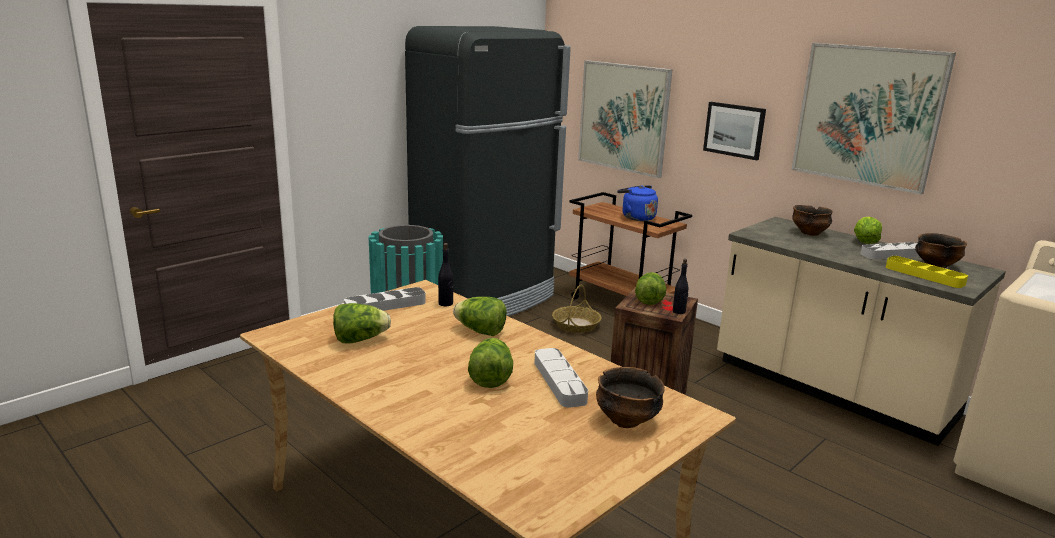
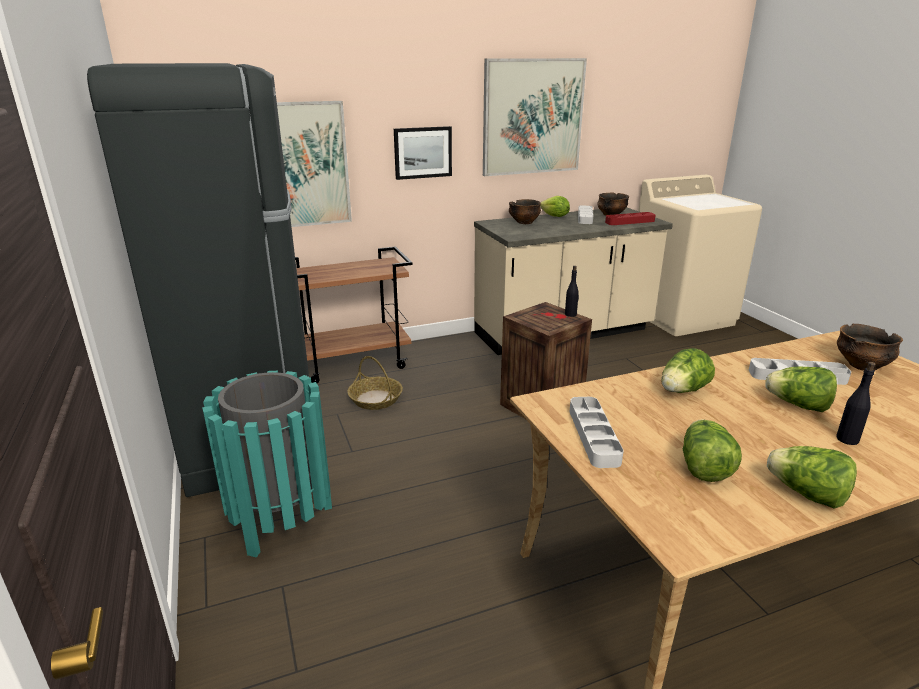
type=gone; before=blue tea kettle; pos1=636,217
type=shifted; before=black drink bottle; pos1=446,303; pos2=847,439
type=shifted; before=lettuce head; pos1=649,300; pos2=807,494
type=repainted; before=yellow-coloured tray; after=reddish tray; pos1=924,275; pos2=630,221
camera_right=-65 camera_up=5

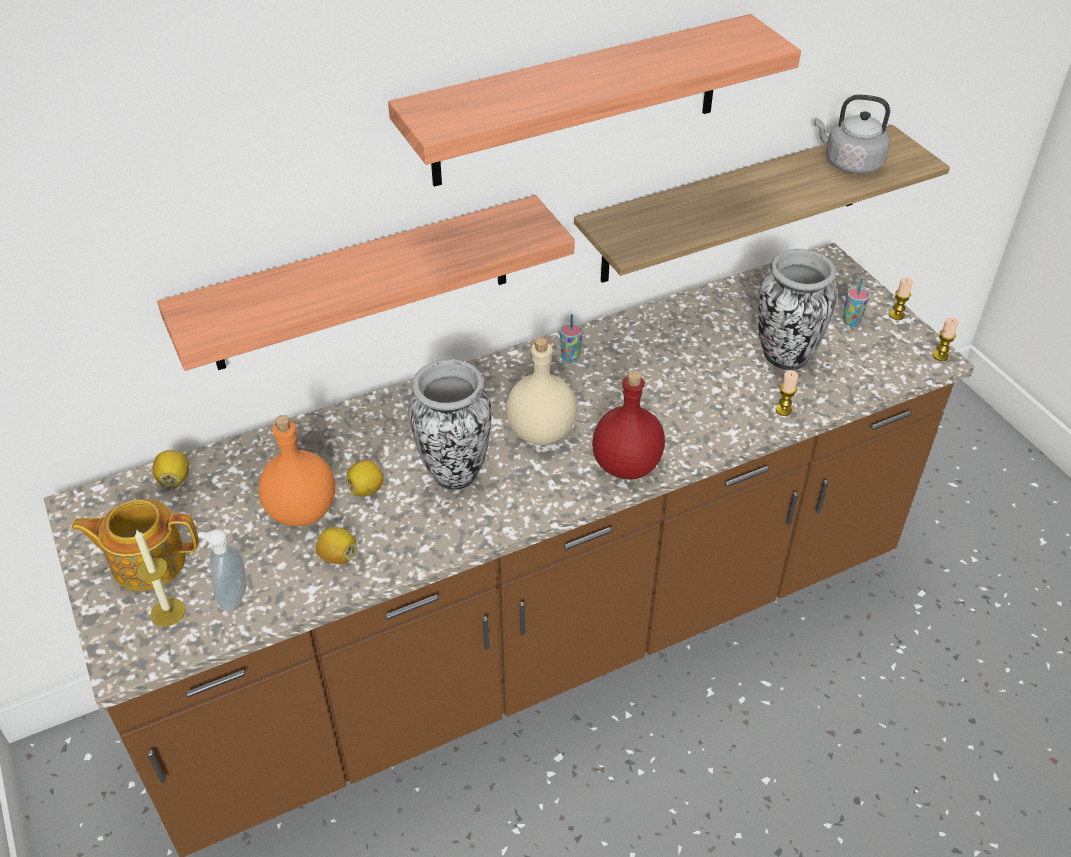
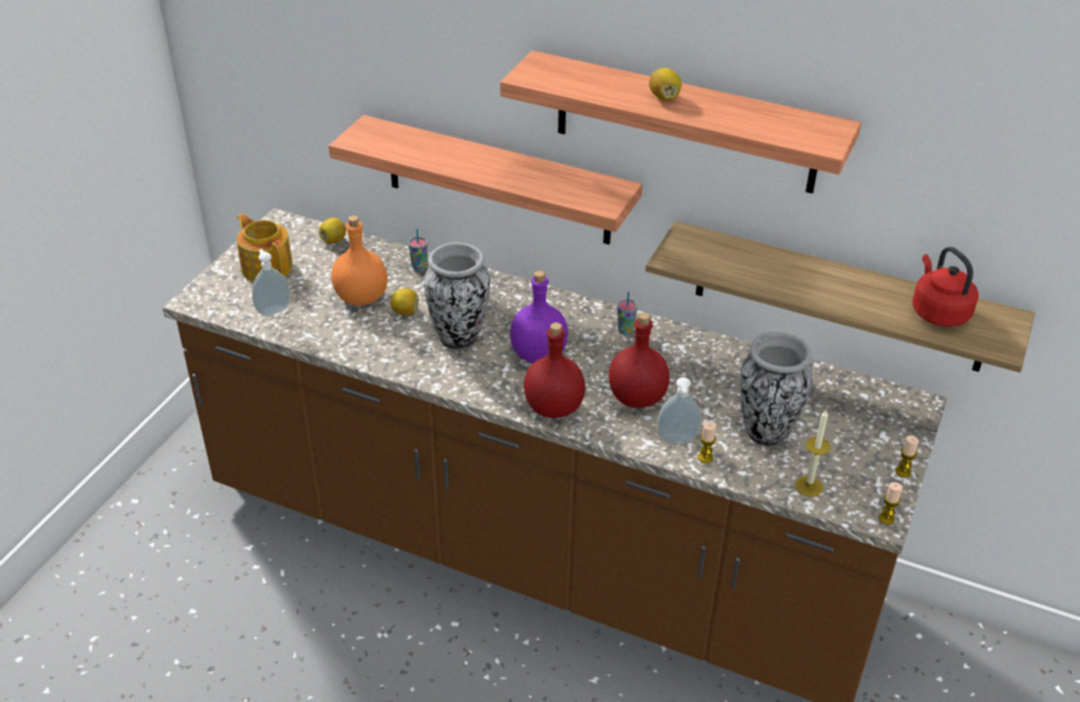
type=new; after=reddish drink bottle; pos2=638,398
type=new; after=liquid soap bottle; pos2=677,440
type=shifted; before=wax candle; pos1=168,612; pos2=809,486
type=shifted; before=lemon; pos1=338,556; pos2=664,97
type=shifted; before=cup; pos1=851,321; pos2=419,267
type=repainted; before=beige drink bottle; after=purple-coloured drink bottle; pos1=540,432; pos2=537,354
type=repainted; before=gray tea kettle; after=reddish tea kettle; pos1=849,163; pos2=938,312
camera_right=50 camera_up=-5

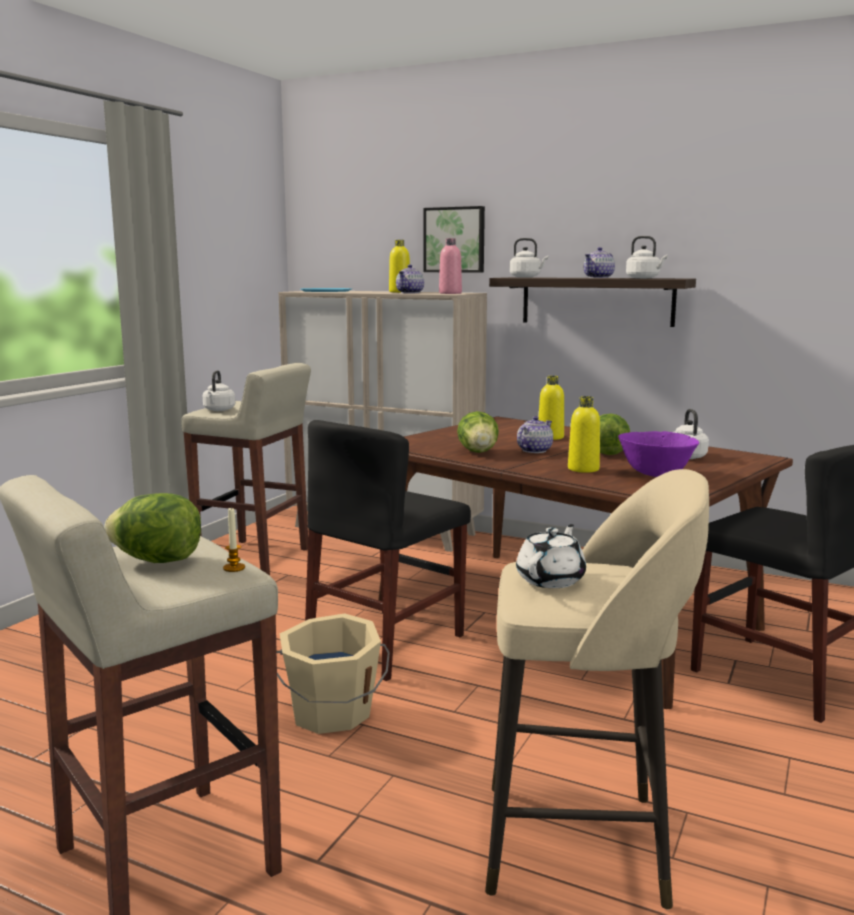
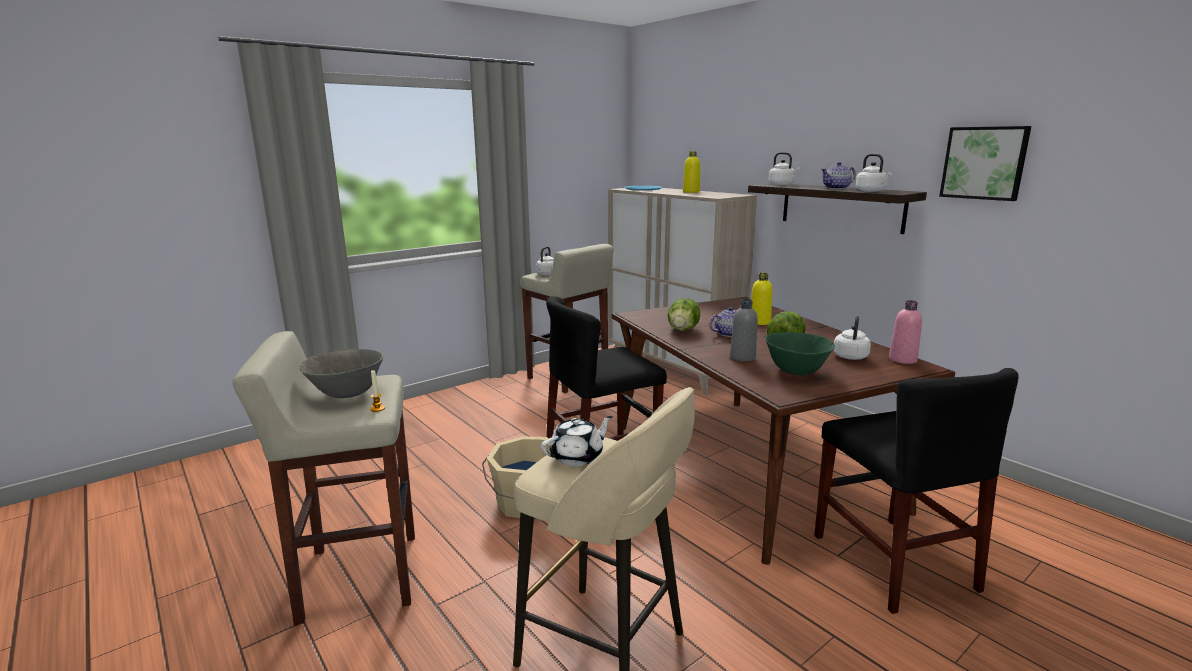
type=gone; before=pot for tea; pos1=410,293
type=shifted; before=picture; pos1=455,240; pos2=984,163
type=shifted; before=pink drink bottle; pos1=450,293; pos2=902,359
type=swapped; before=lettuce head; after=gray deep dish; pos1=157,560; pos2=347,394
type=repainted; before=yellow-coloured drink bottle; after=gray drink bottle; pos1=583,469; pos2=742,357
type=repainted; before=purple-coloured deep dish; after=green-coloured deep dish; pos1=655,474; pos2=796,371
camera_right=25 camera_up=5

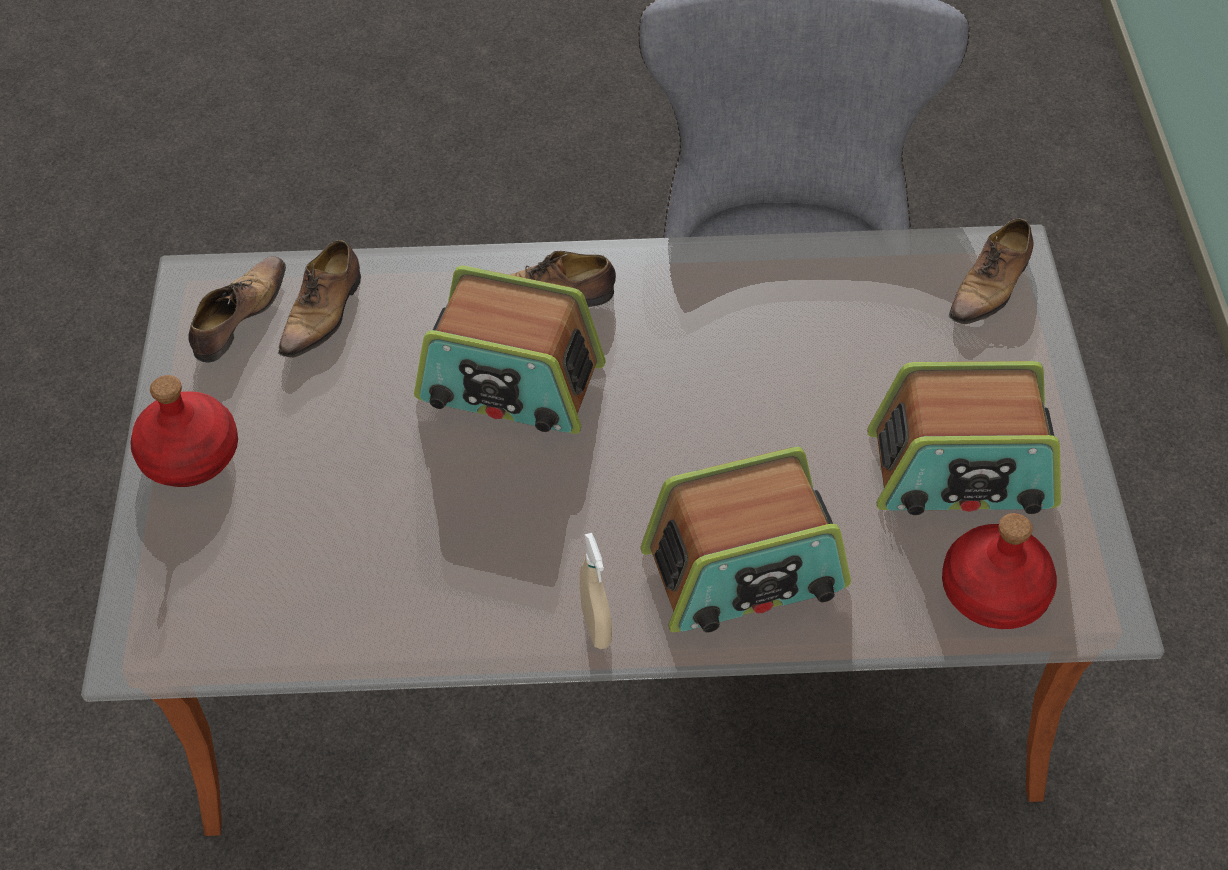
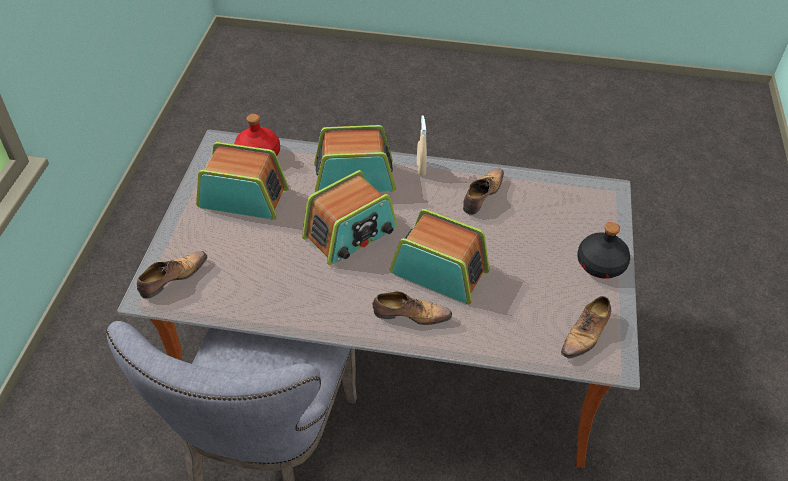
type=new; after=radio; pos2=350,233
type=shifted; before=shoe; pos1=324,313; pos2=482,195
type=repainted; before=reddish drink bottle; after=black drink bottle; pos1=190,454; pos2=601,264
camera_right=-170 camera_up=-5

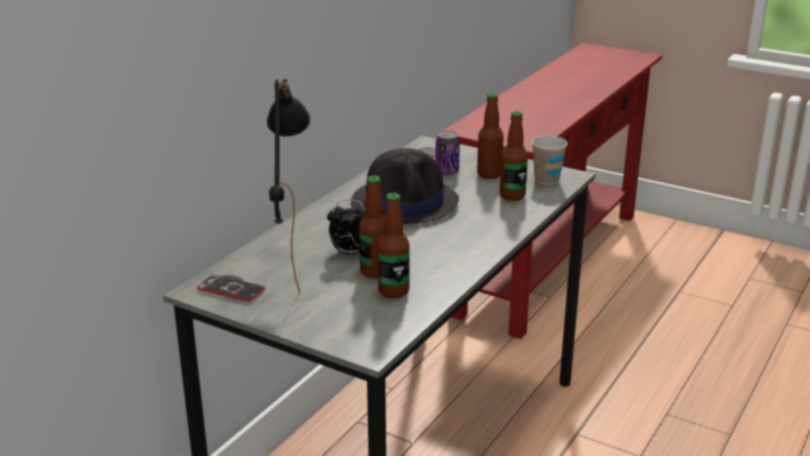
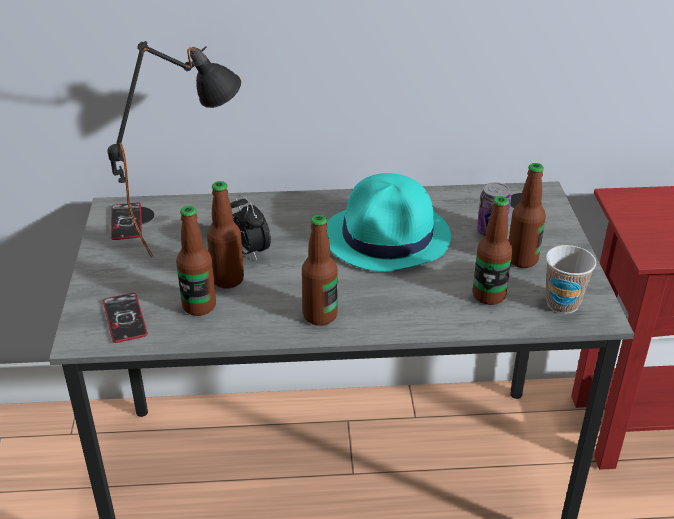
type=new; after=telephone; pos2=125,318
type=new; after=drink bottle; pos2=320,316
type=repainted; before=black clothing hat; after=turquoise clothing hat; pos1=405,203; pos2=388,237
camera_right=55 camera_up=10

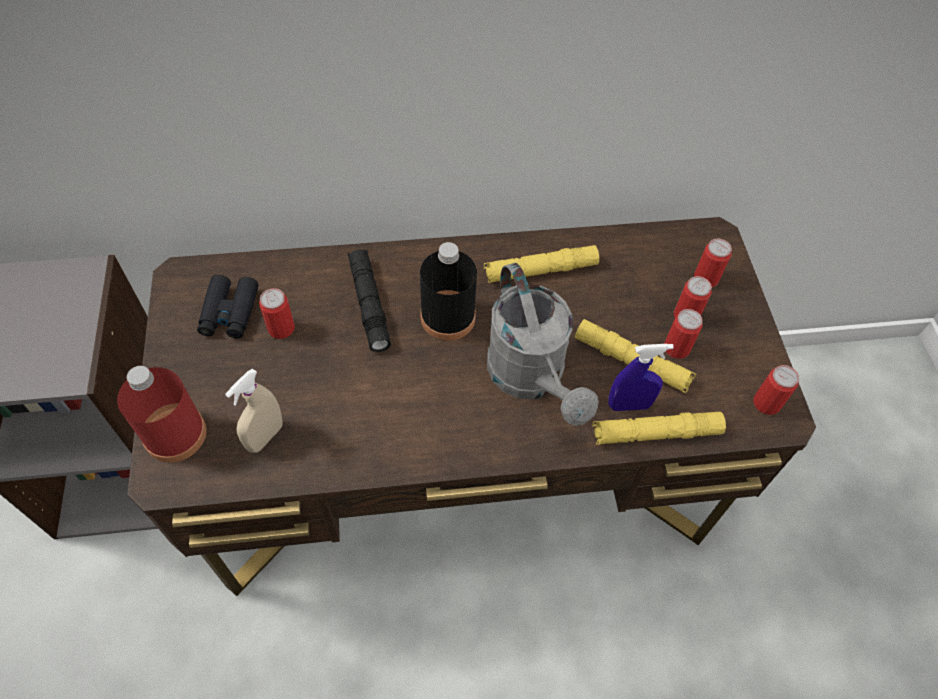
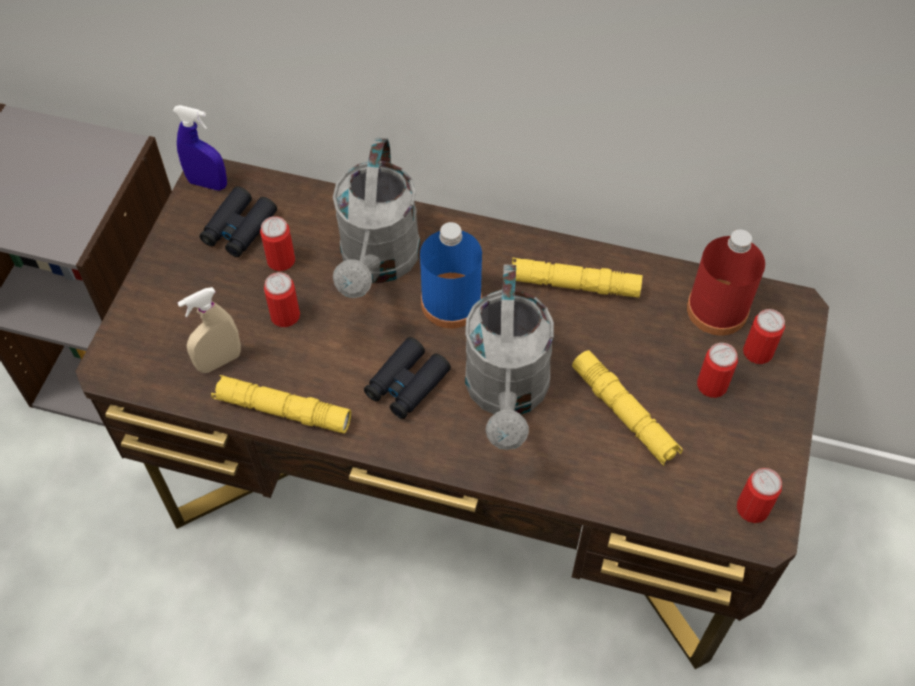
type=new; after=black field glasses; pos2=406,384
type=shifted; before=reddish drink bottle; pos1=175,434; pos2=717,309
type=shifted; before=yellow-coloured flashlight; pos1=655,433; pos2=282,410
type=shifted; before=blue hand sprayer; pos1=629,405; pos2=207,183
type=shifted; before=metal can; pos1=676,348; pos2=285,316
type=swapped; before=black flashlight; after=gray sprinkling can; pos1=369,304; pos2=378,263
type=repainted; before=black drink bottle; after=blue drink bottle; pos1=448,317; pos2=451,303
camera_right=25 camera_up=0

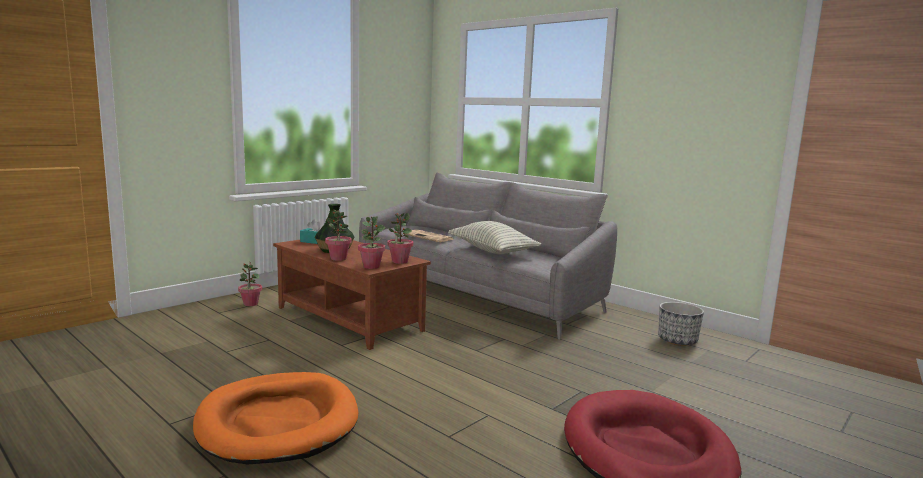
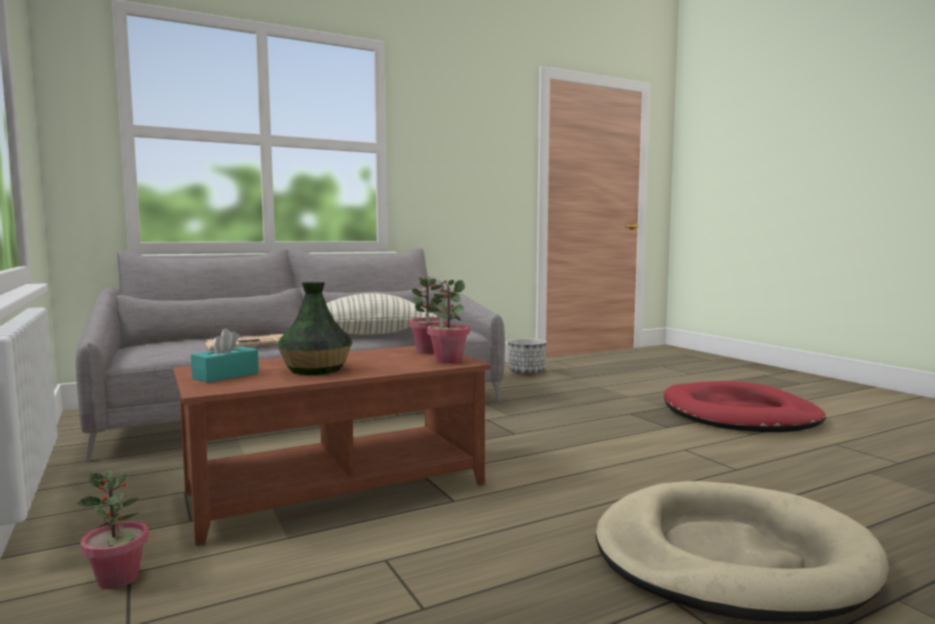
type=gone; before=plant in a pot; pos1=338,259
type=repainted; before=orange-coloured dog cushion; after=beige dog cushion; pos1=278,422; pos2=730,557
camera_right=-70 camera_up=-5

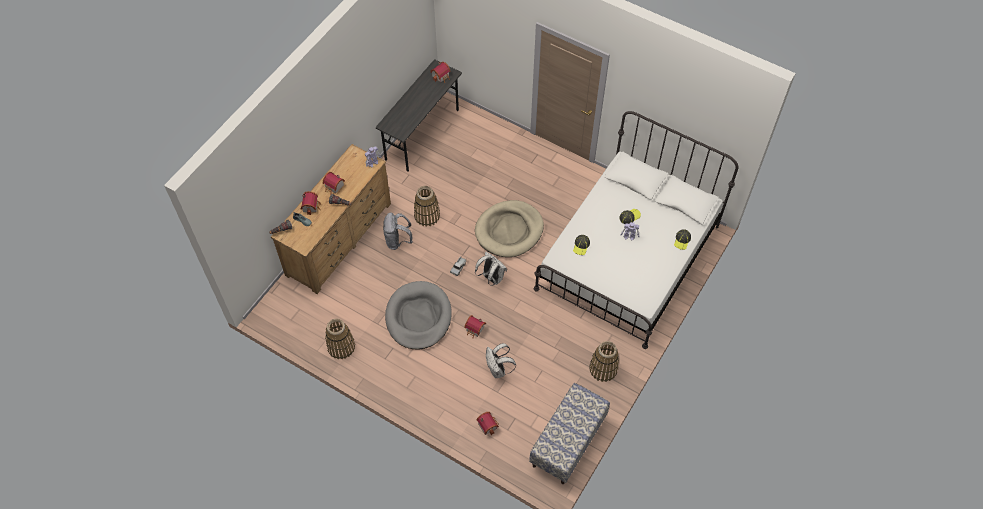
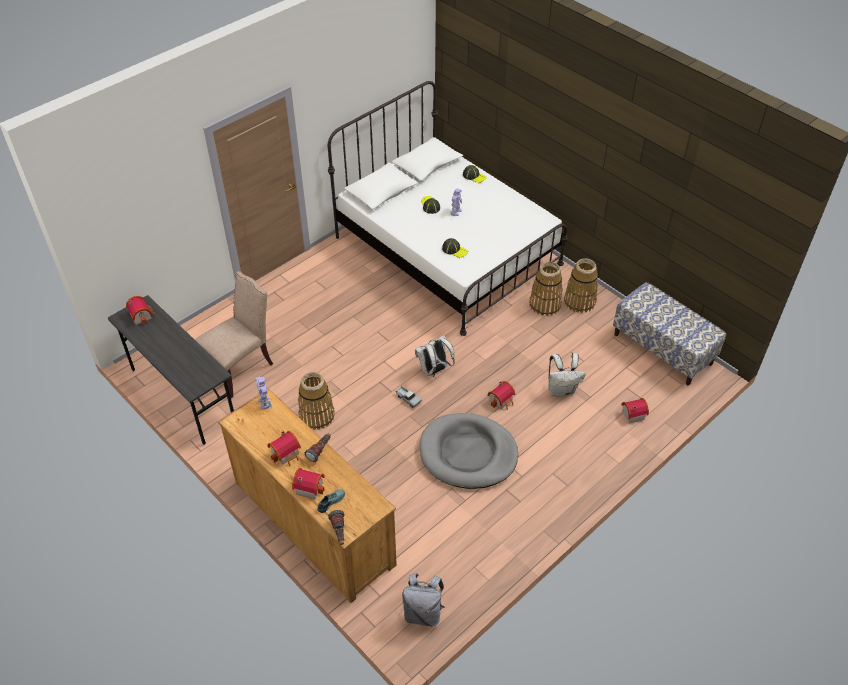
type=gone; before=beige dog cushion; pos1=509,230
type=new; after=beige chair; pos2=240,366
type=shifted; before=household basket; pos1=341,346; pos2=545,305
type=shifted; before=gray backpack; pos1=398,241; pos2=423,612
camera_right=-75 camera_up=-10

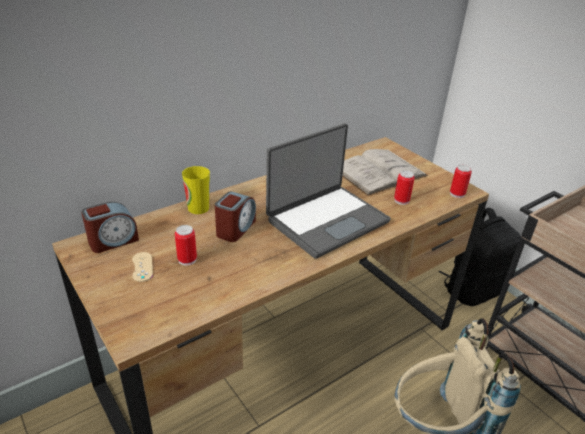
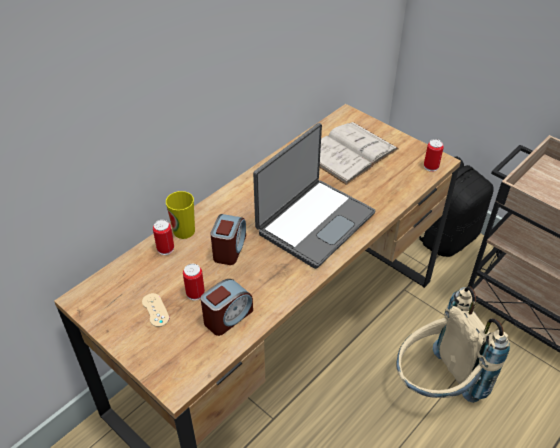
type=shifted; before=alarm clock; pos1=113,241; pos2=227,317
type=shifted; before=metal can; pos1=401,200; pos2=165,249
camera_right=-10 camera_up=10

